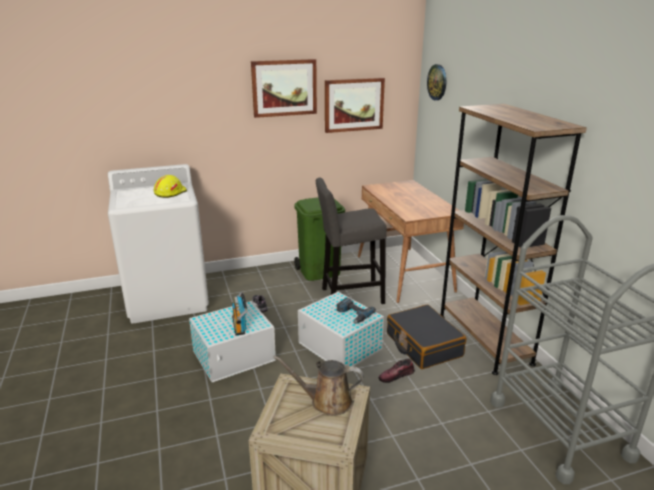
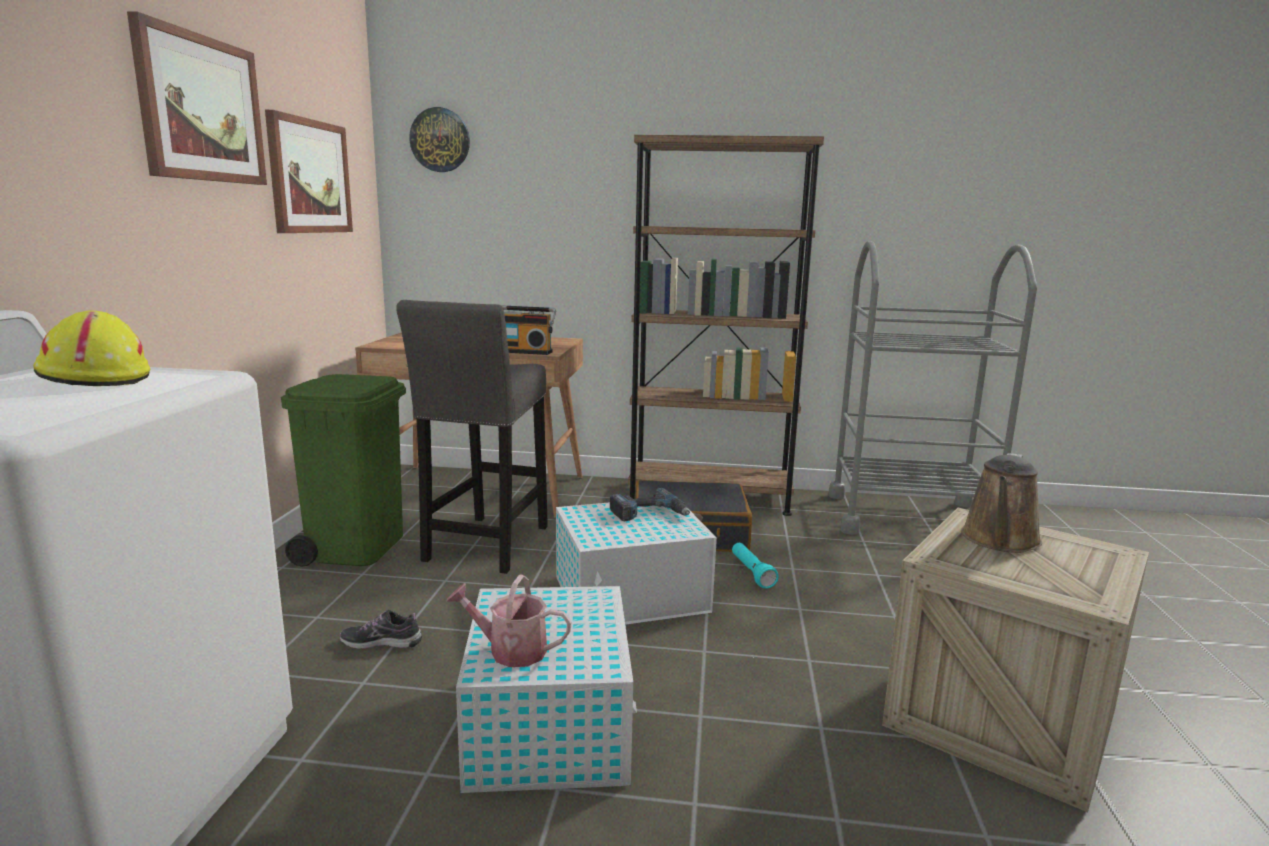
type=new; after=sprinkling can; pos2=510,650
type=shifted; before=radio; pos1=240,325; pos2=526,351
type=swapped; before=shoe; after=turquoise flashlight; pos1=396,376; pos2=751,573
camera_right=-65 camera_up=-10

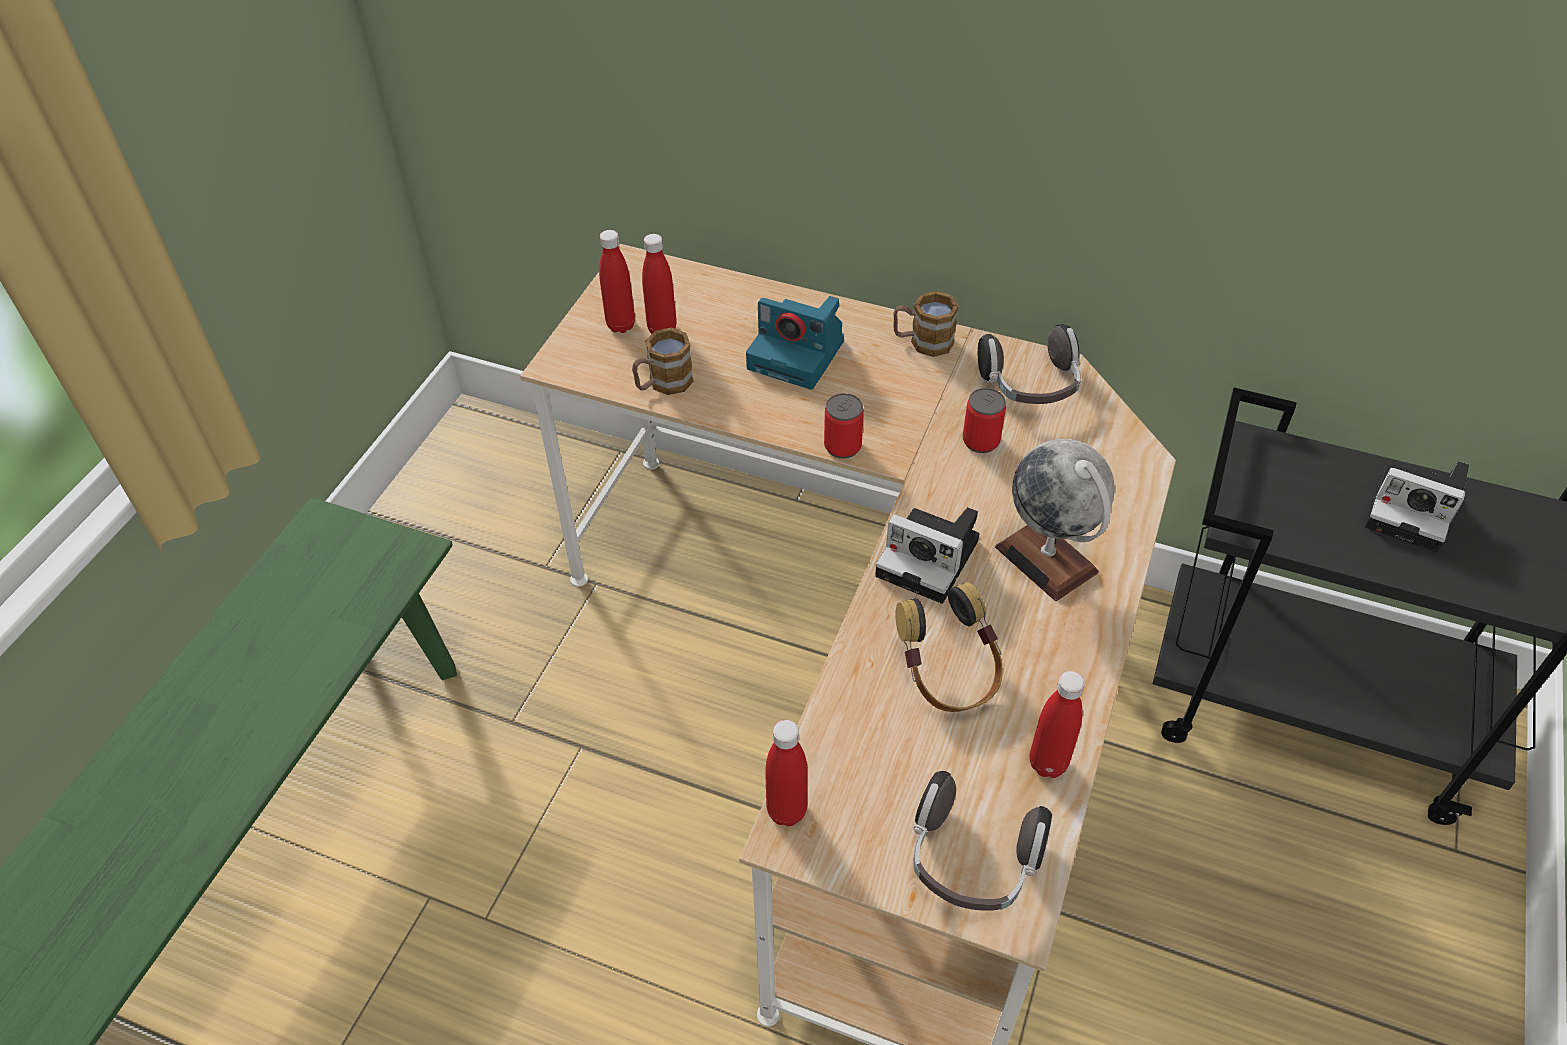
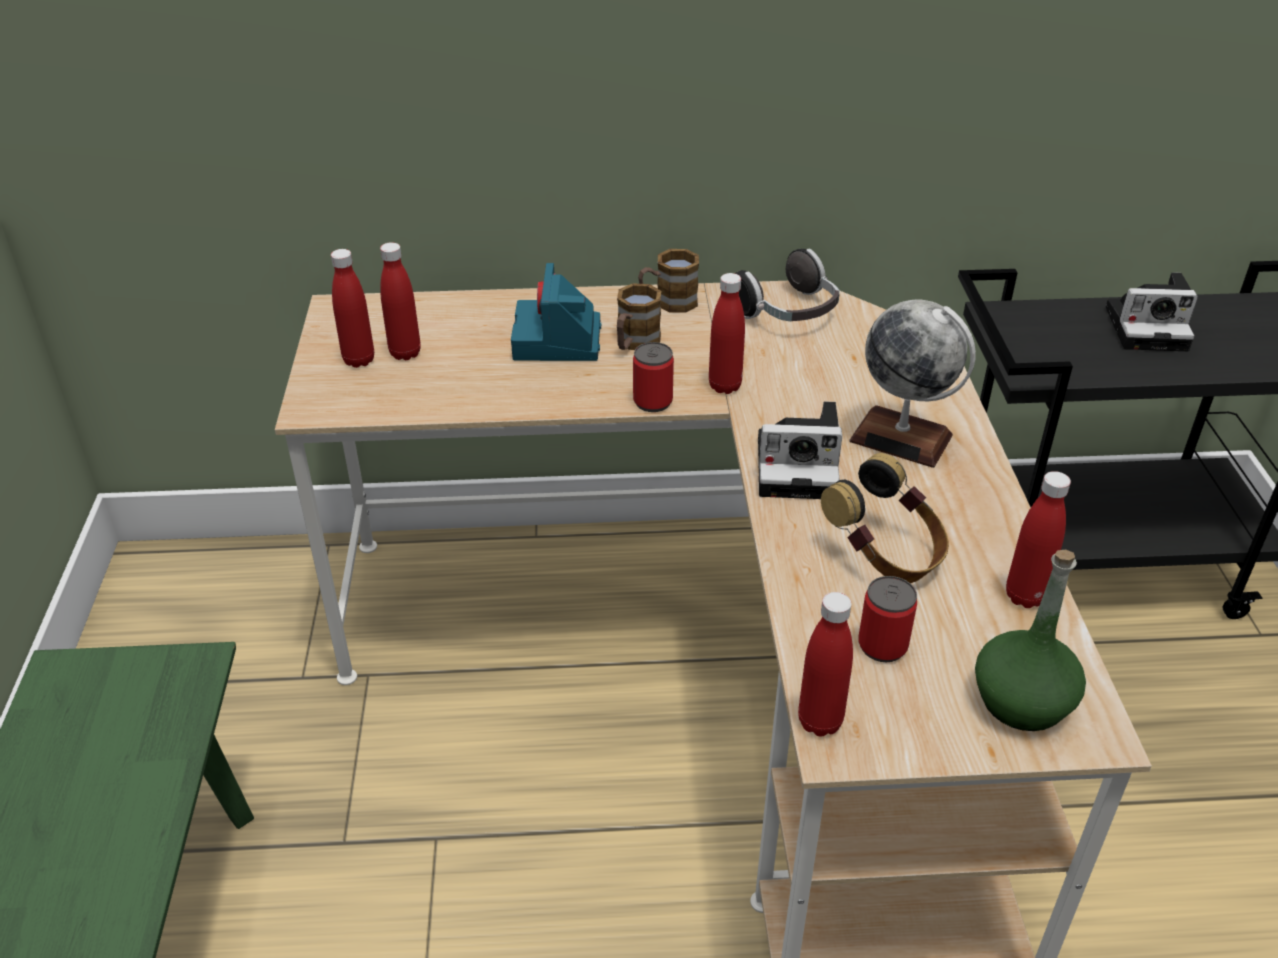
type=new; after=reddish drink bottle; pos2=724,386
type=shifted; before=mug; pos1=663,384; pos2=634,343
type=shifted; before=metal can; pos1=981,441; pos2=882,646
type=swapped; before=headphones; after=green-coloured drink bottle; pos1=971,862; pos2=1021,701
type=rotated; before=photo camera; pos1=798,355; pos2=558,341; turn=90
camera_right=-25 camera_up=-10

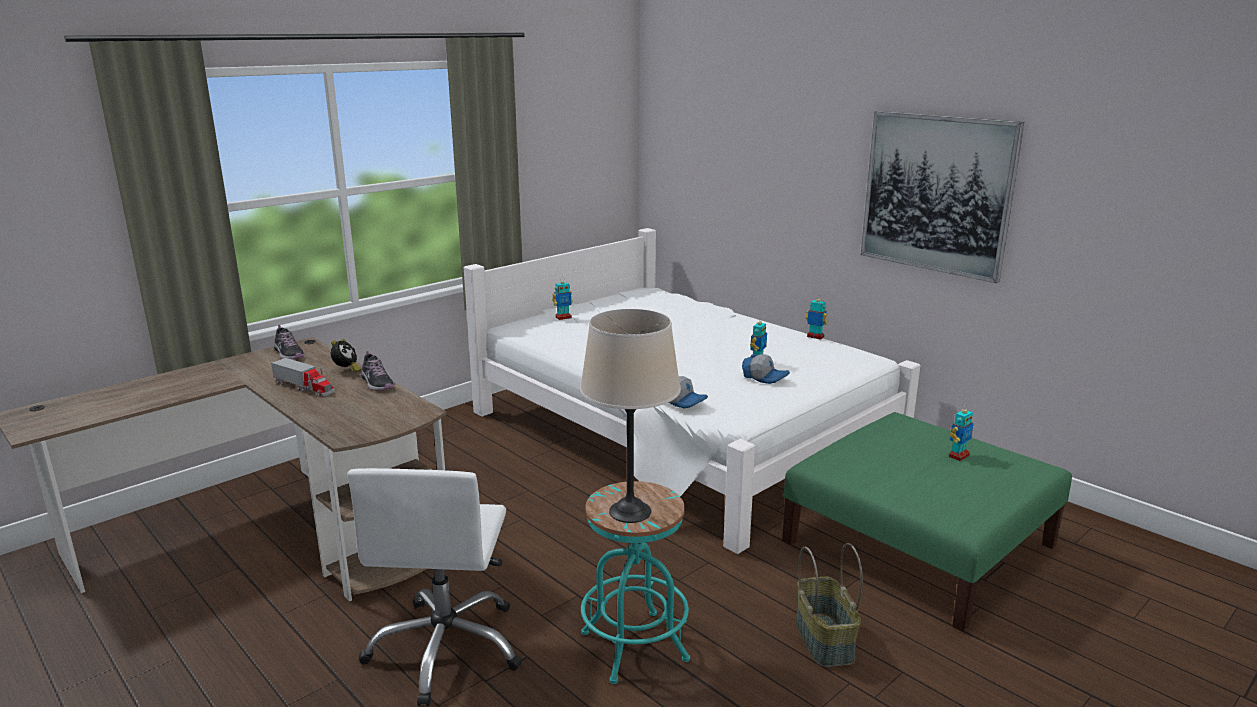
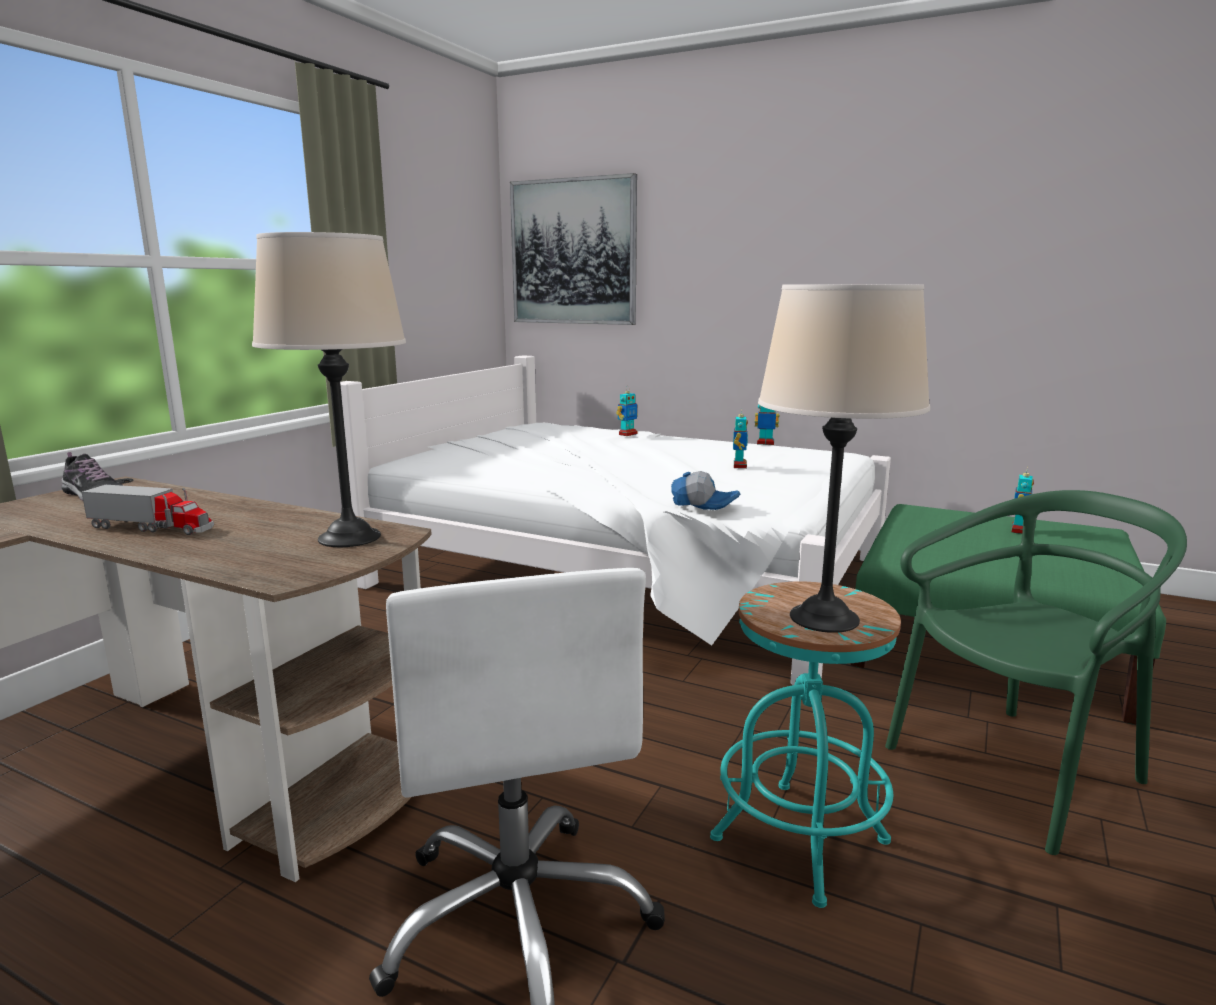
type=gone; before=alarm clock; pos1=346,370
type=gone; before=shoe; pos1=377,383
type=gone; before=cap; pos1=764,377
type=new; after=beige lamp for a table; pos2=349,538
type=shifted; before=model robot; pos1=563,317; pos2=627,434
type=shifted; before=picture; pos1=937,193; pos2=573,252
type=swapped; before=household basket; after=green-coloured chair; pos1=825,640; pos2=1016,771
camera_right=-20 camera_up=-5

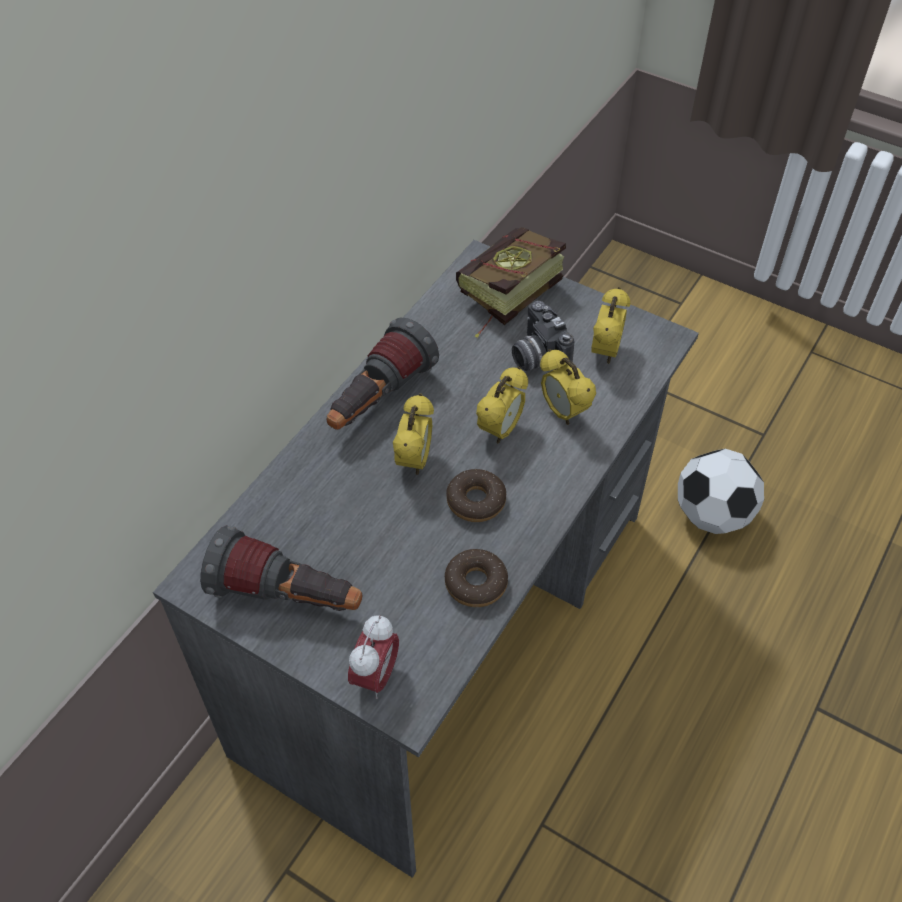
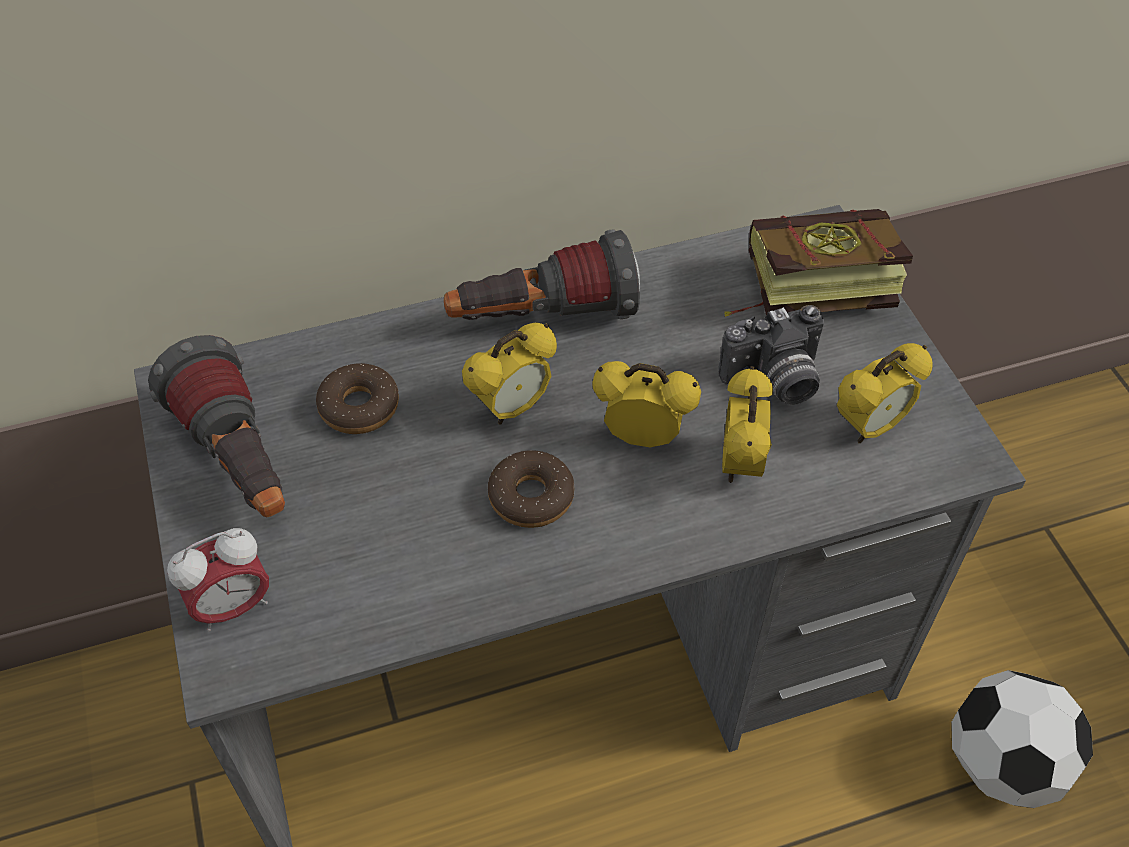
type=shifted; before=doughnut; pos1=476,583; pos2=359,407
type=rotated; before=alarm clock; pos1=500,430; pos2=642,437; turn=-150
type=rotated; before=photo camera; pos1=536,357; pos2=774,381; turn=-120
camera_right=40 camera_up=0

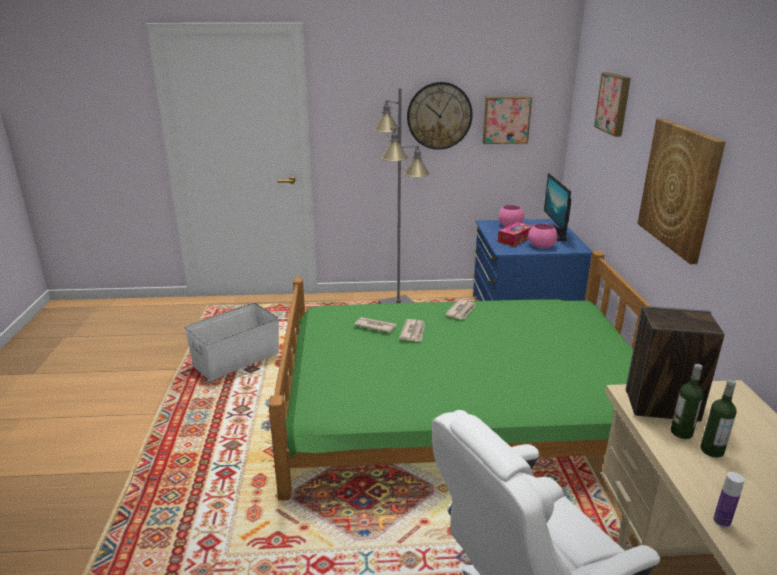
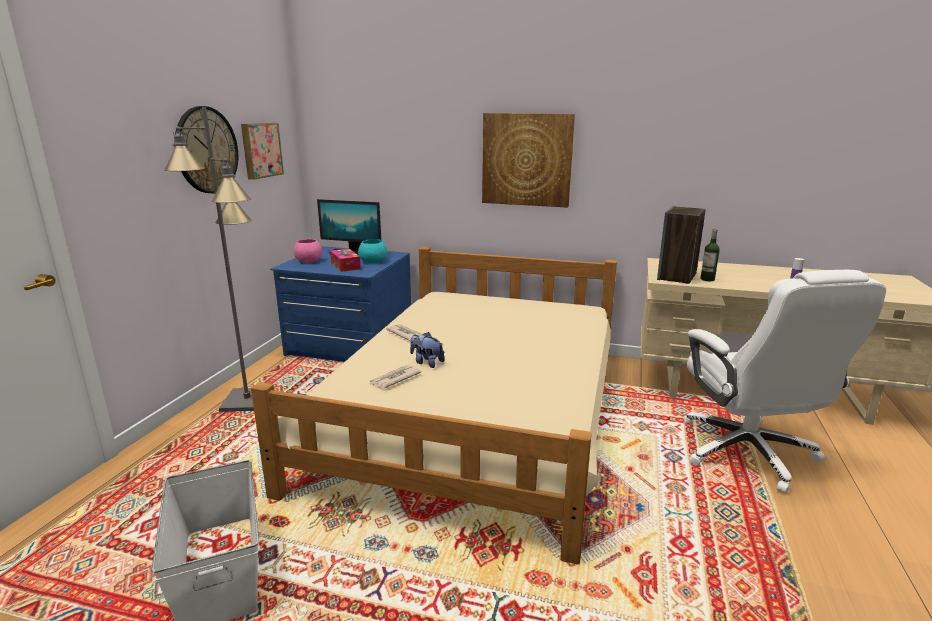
type=gone; before=picture; pos1=614,103
type=gone; before=drink bottle; pos1=712,450
type=swapped; before=printed paper; after=plush toy; pos1=413,332; pos2=426,362
type=repainted; before=green-coloured bedroom bed; after=beige bedroom bed; pos1=460,407; pos2=476,412
type=repainted; before=pink deep dish; after=turquoise deep dish; pos1=542,246; pos2=373,261
camera_right=-70 camera_up=-5

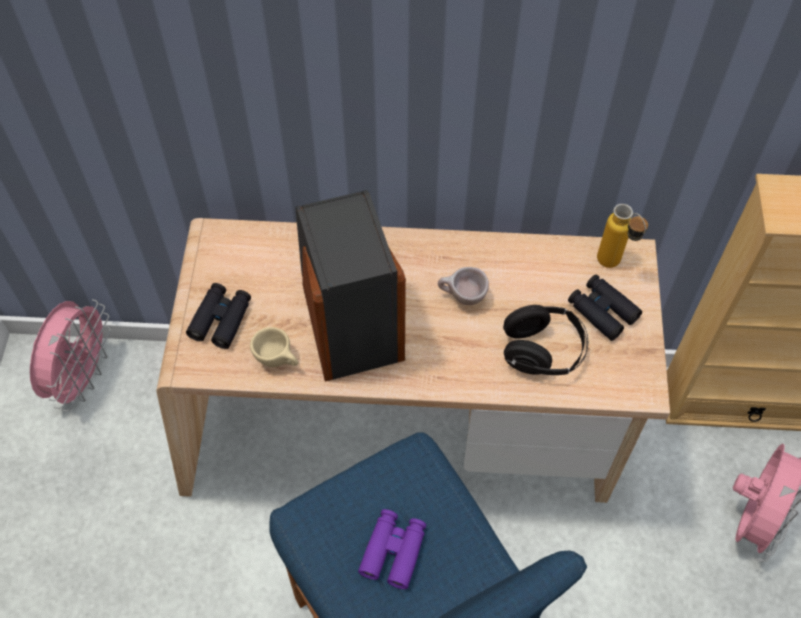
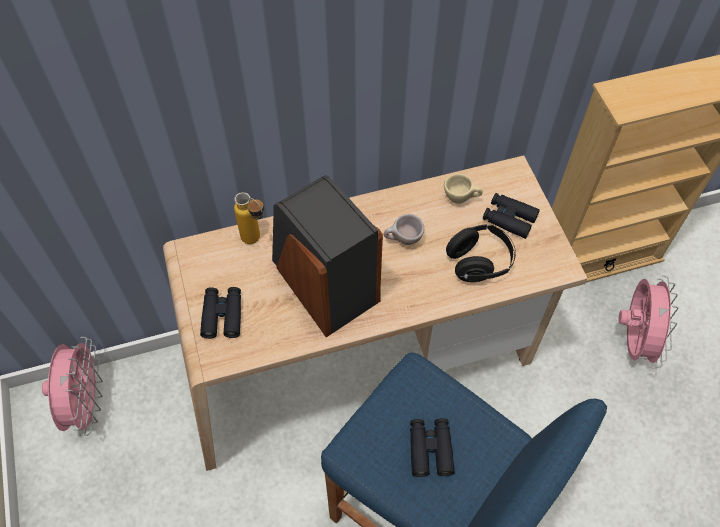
type=shifted; before=beige cup; pos1=278,360; pos2=461,198
type=shifted; before=drink bottle; pos1=614,266; pos2=256,241
type=repainted; before=purple-coloured field glasses; after=black field glasses; pos1=393,551; pos2=430,449
camera_right=-20 camera_up=0

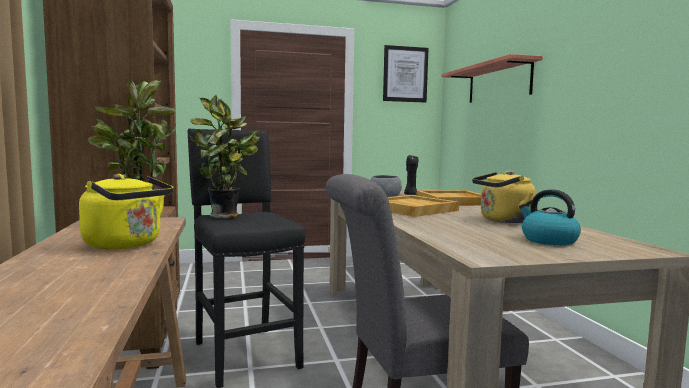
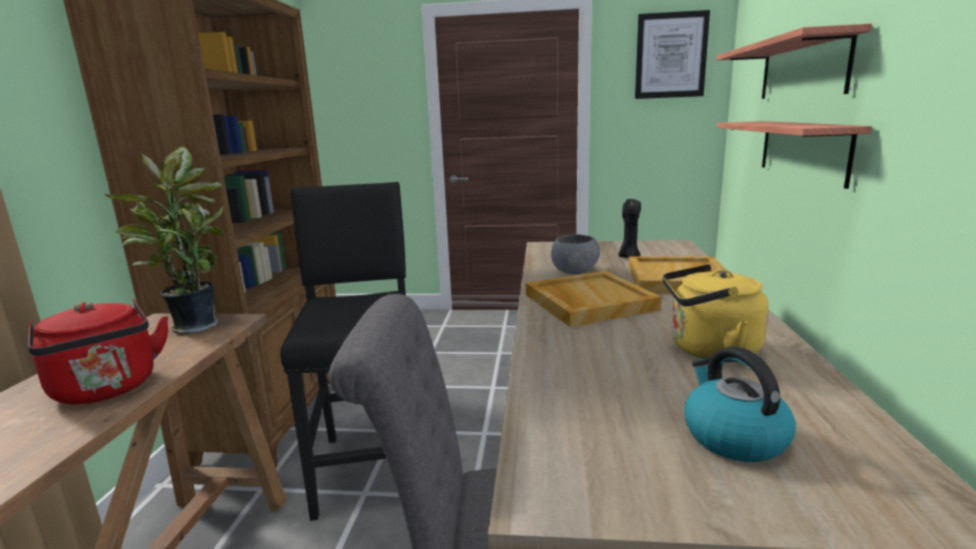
type=gone; before=plant in a pot; pos1=227,216
type=new; after=wall shelf; pos2=802,150
type=repainted; before=yellow-coloured tea kettle; after=reddish tea kettle; pos1=127,244; pos2=108,390
camera_right=20 camera_up=10

